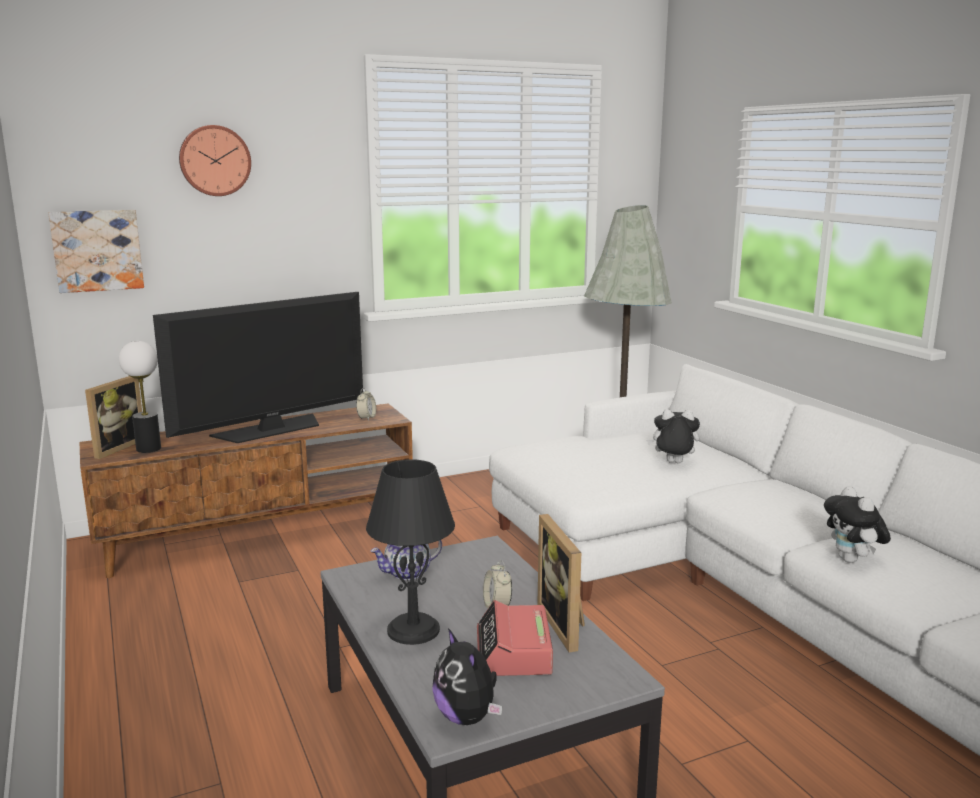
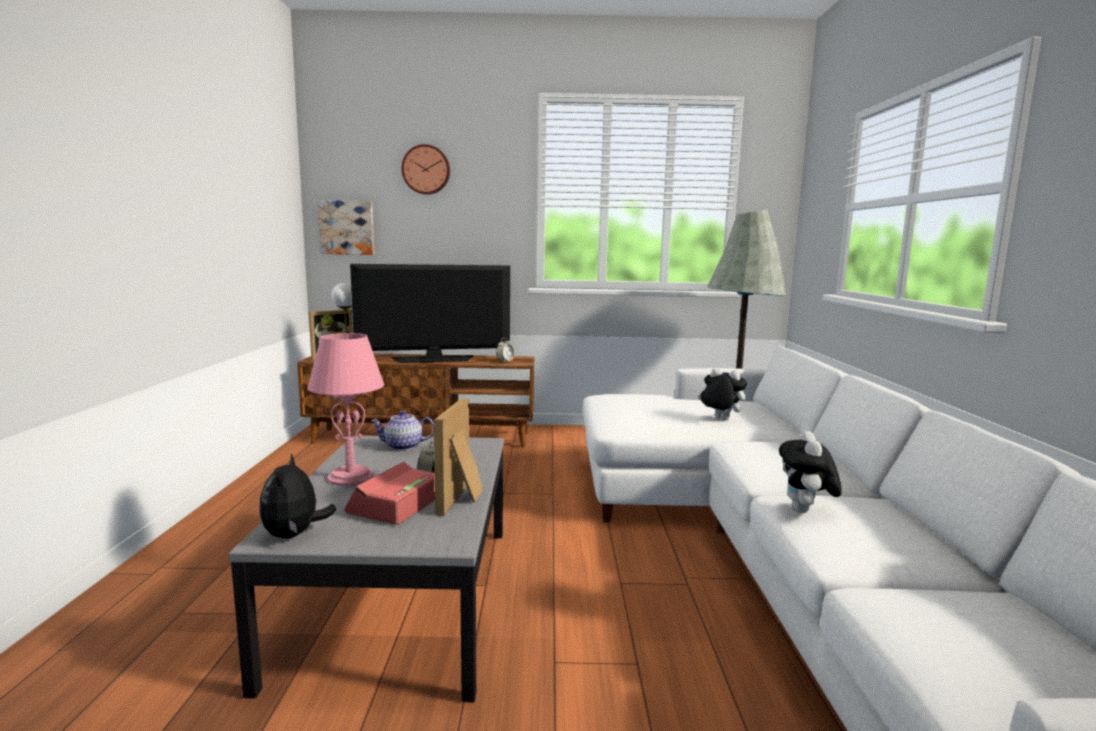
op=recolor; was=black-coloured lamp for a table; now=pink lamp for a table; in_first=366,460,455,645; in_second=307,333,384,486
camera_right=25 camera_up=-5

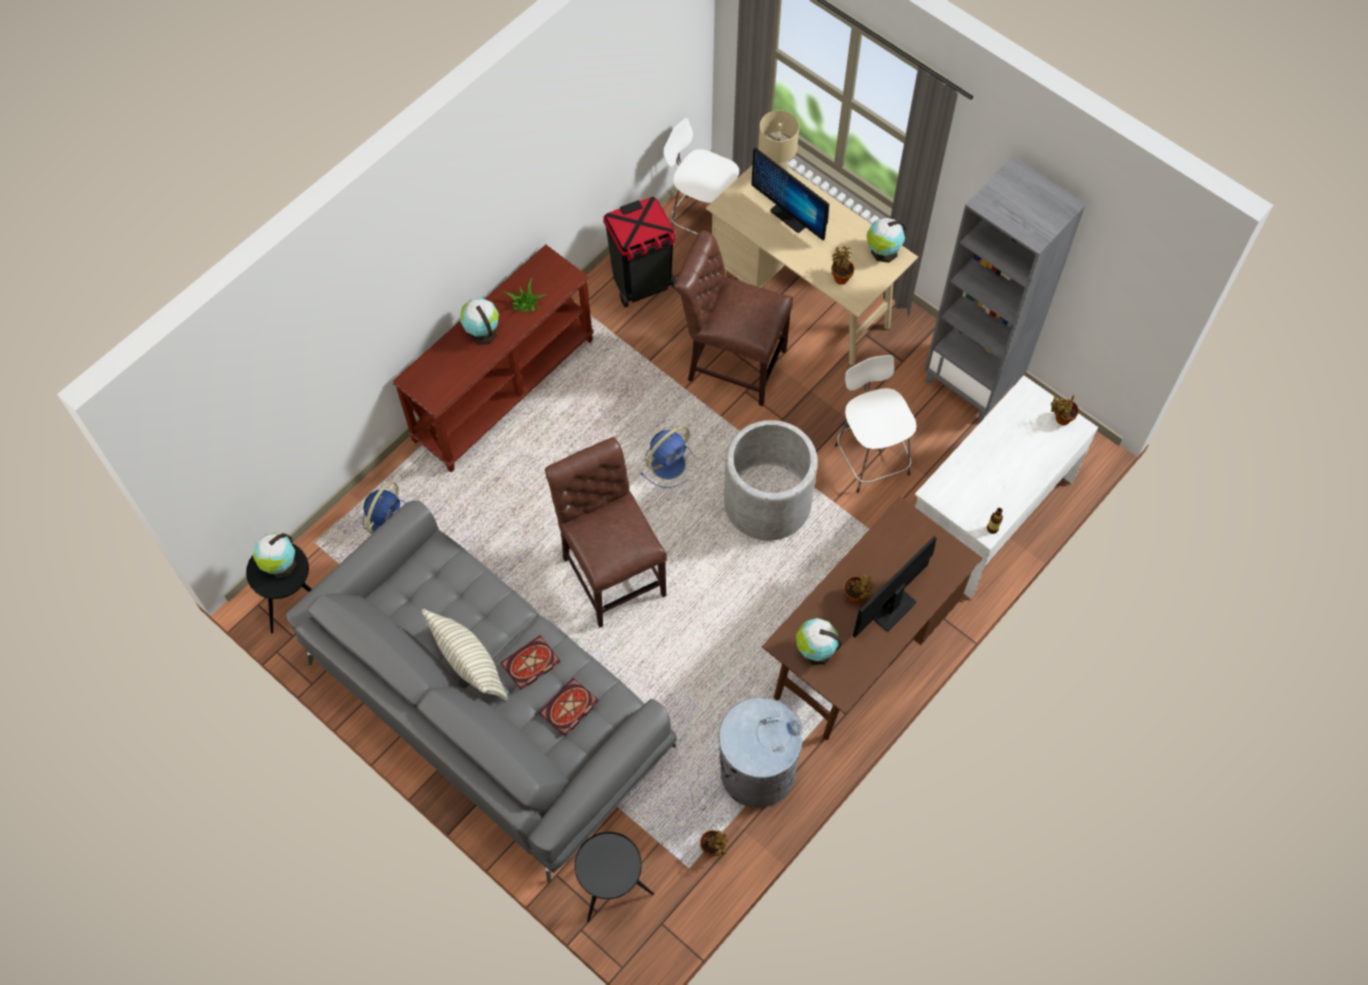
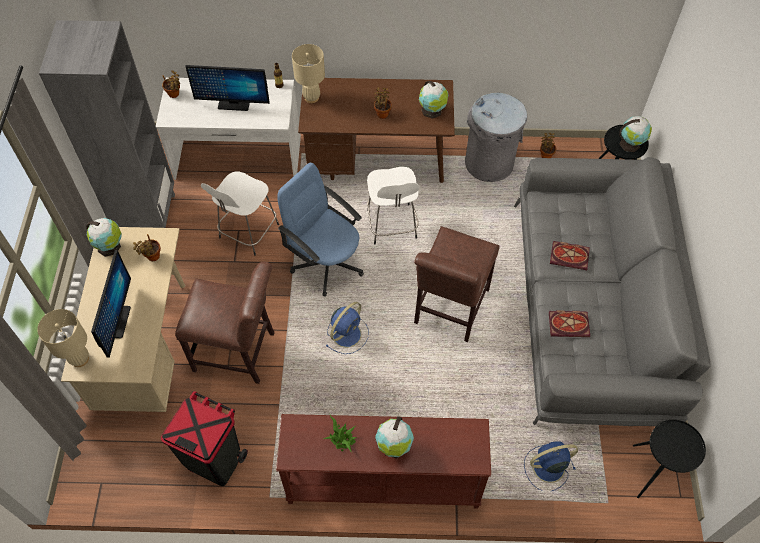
op=move; was=white stool seat; in_first=663,118,739,235; in_second=367,167,419,244
op=rotate; was=brown-coloured chair; in_first=674,230,793,406; in_second=175,262,275,384; clockwise=-60
op=replace; was=grey planter; now=blue-coloured desk chair; in_first=724,420,818,541; in_second=277,163,364,297
op=rotate; was=blue-coloured fan; in_first=640,426,694,488; in_second=325,302,369,354; clockwise=120
op=move; was=world globe; in_first=253,533,297,577; in_second=619,116,652,152
op=move; was=computer display; in_first=853,536,936,638; in_second=185,65,270,111
op=delete; was=pillow; in_first=422,609,508,701
op=move; was=bound book; in_first=539,678,598,736; in_second=549,310,590,337
op=insert; now=beige-coloured lamp for a table; in_second=292,44,325,103
camera_right=-130 camera_up=-5

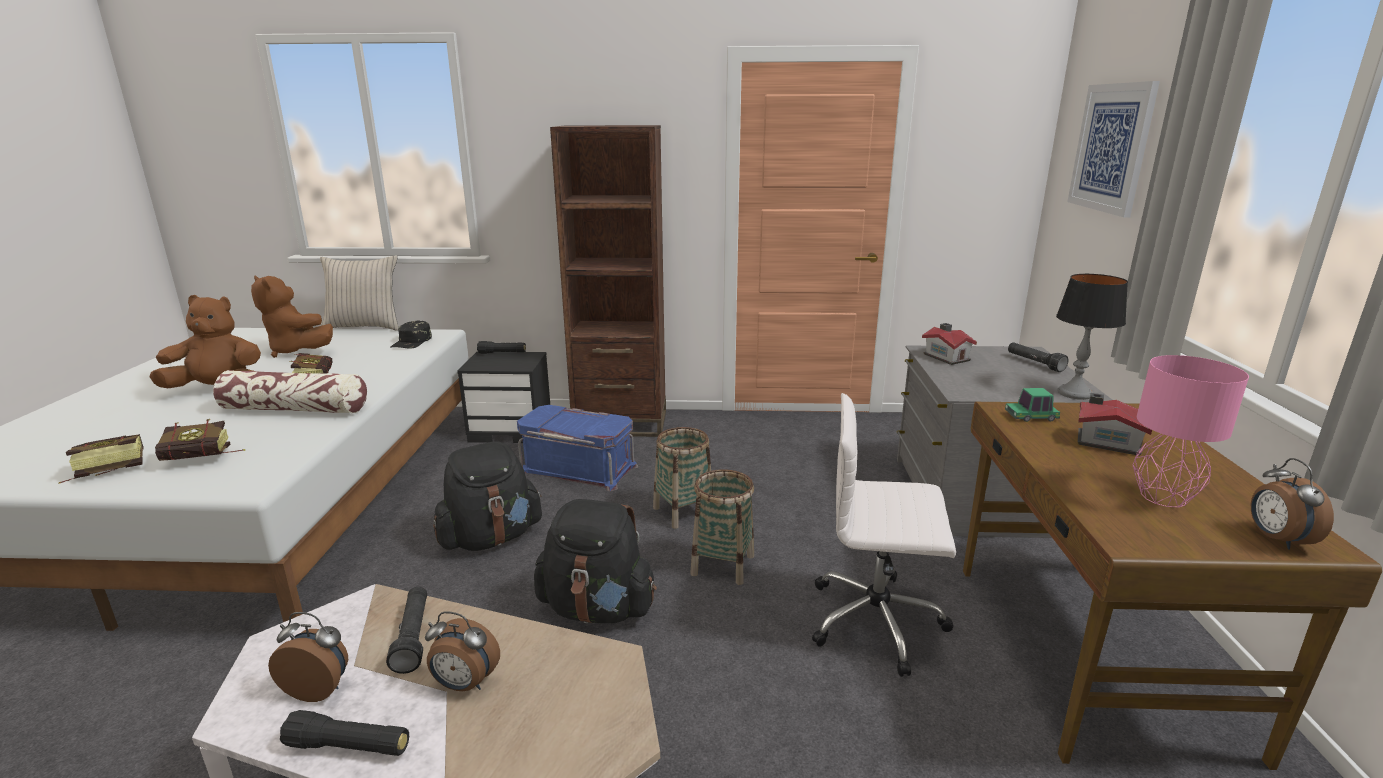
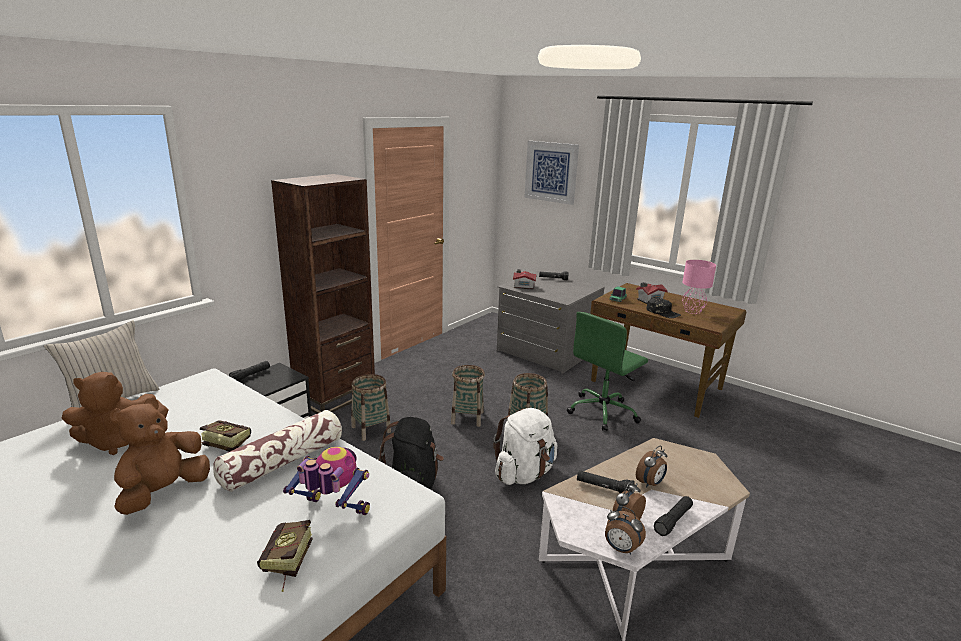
op=delete; was=lamp for a table; in_first=1056,274,1128,400
op=move; was=black-coloured baseball cap; in_first=390,320,432,349; in_second=646,297,681,318
op=recolor; was=white desk chair; now=green-coloured desk chair; in_first=812,393,956,677; in_second=567,312,648,431
op=replace; was=blue-coloured storage container; now=storage basket; in_first=517,405,638,491; in_second=351,374,391,441
op=replace; was=bound book; now=robot figure; in_first=155,419,246,461; in_second=283,447,370,515
op=move; was=bedside clock; in_first=1251,458,1334,550; in_second=605,506,646,555
op=recolor; was=black-coloured backpack; now=white backpack; in_first=534,499,657,623; in_second=493,408,557,485
camera_right=-55 camera_up=0

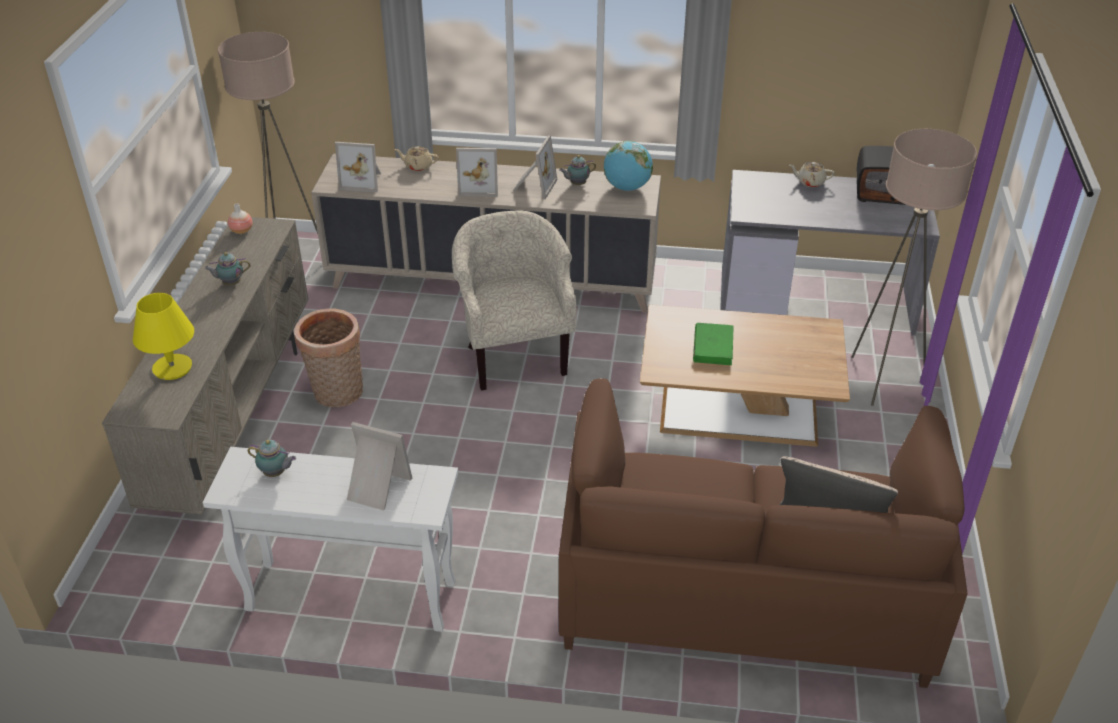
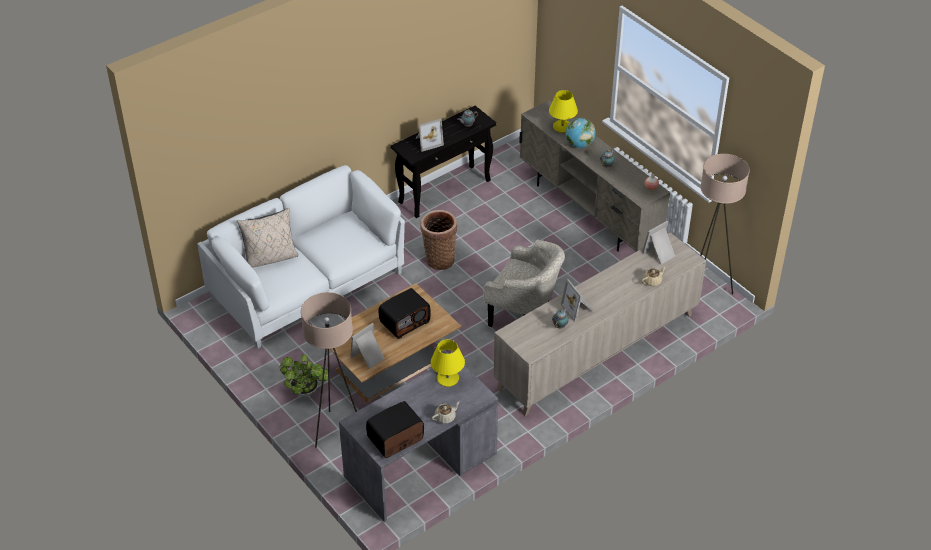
op=move; was=world globe; in_first=604,141,653,191; in_second=566,118,596,148
op=move; was=picture frame; in_first=456,148,498,197; in_second=350,323,385,369
op=move; was=storage basket; in_first=294,308,363,407; in_second=420,210,457,270
op=replace; was=green-coloured bound book; now=radio; in_first=693,323,733,365; in_second=379,288,431,339
op=recolor; was=brown-coloured couch; now=white couch; in_first=559,378,968,688; in_second=197,165,405,348
op=recolor; was=white console table; now=black-coloured console table; in_first=203,447,458,632; in_second=391,106,497,218
op=insert; now=yellowish lamp for a table; in_second=430,339,465,387
op=insert; now=houseplant; in_second=279,355,328,396
camera_right=135 camera_up=5

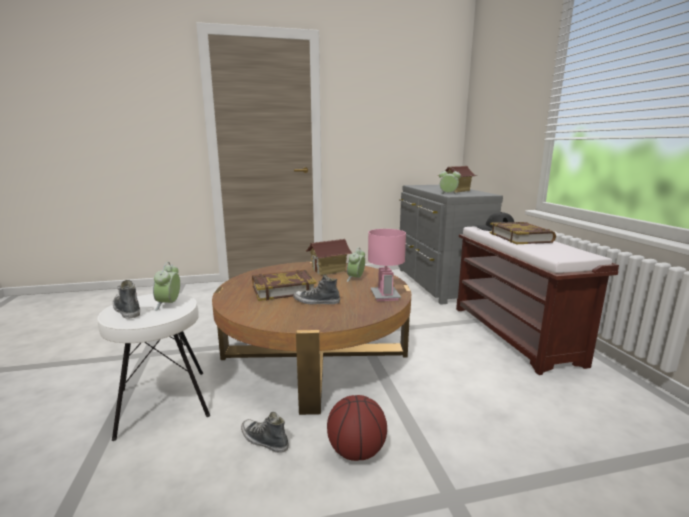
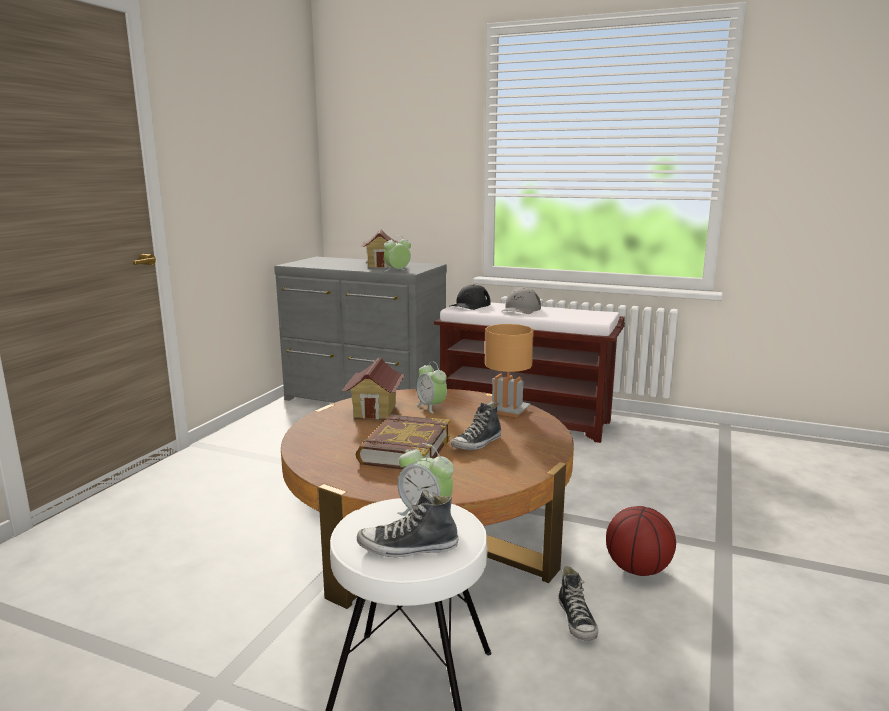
op=replace; was=bound book; now=grey baseball cap; in_first=489,222,556,244; in_second=502,288,541,314
op=recolor; was=pink lamp for a table; now=brown-coloured lamp for a table; in_first=368,229,406,301; in_second=485,324,534,418
op=rotate; was=shoe; in_first=241,412,289,453; in_second=558,566,598,641; clockwise=-75
camera_right=-55 camera_up=0

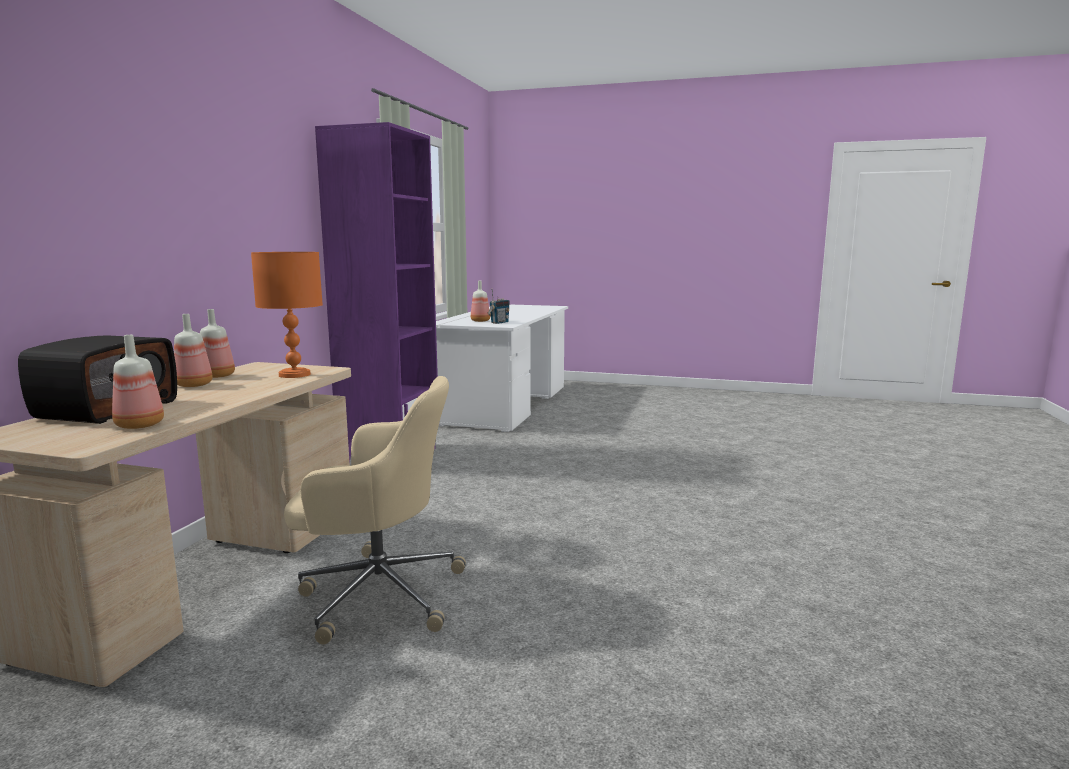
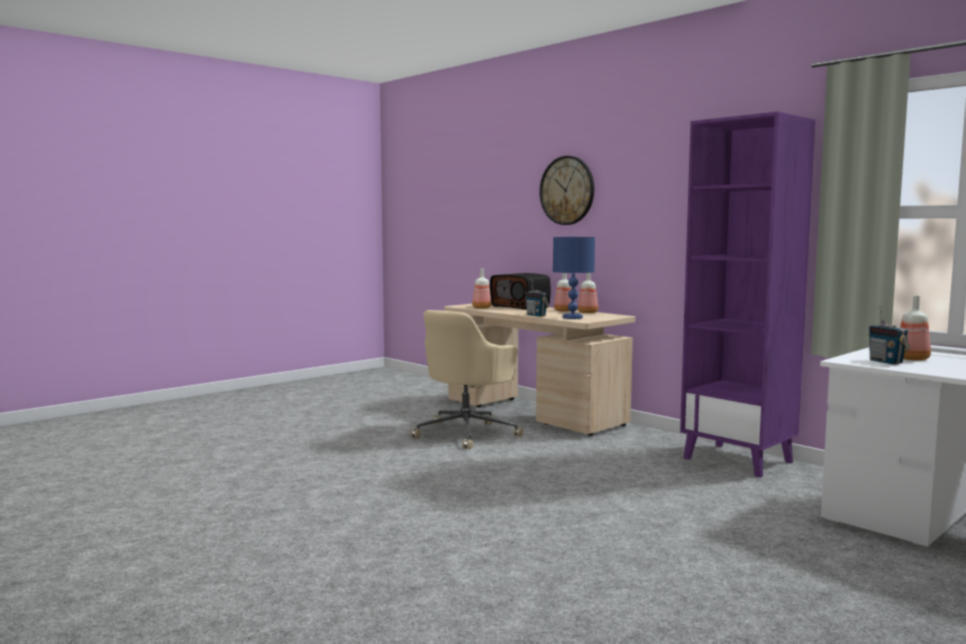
op=recolor; was=orange lamp for a table; now=blue-coloured lamp for a table; in_first=251,252,323,378; in_second=553,237,595,319
op=insert; now=hanging clock; in_second=540,156,594,225
op=insert; now=radio; in_second=526,279,549,317
camera_right=120 camera_up=-5

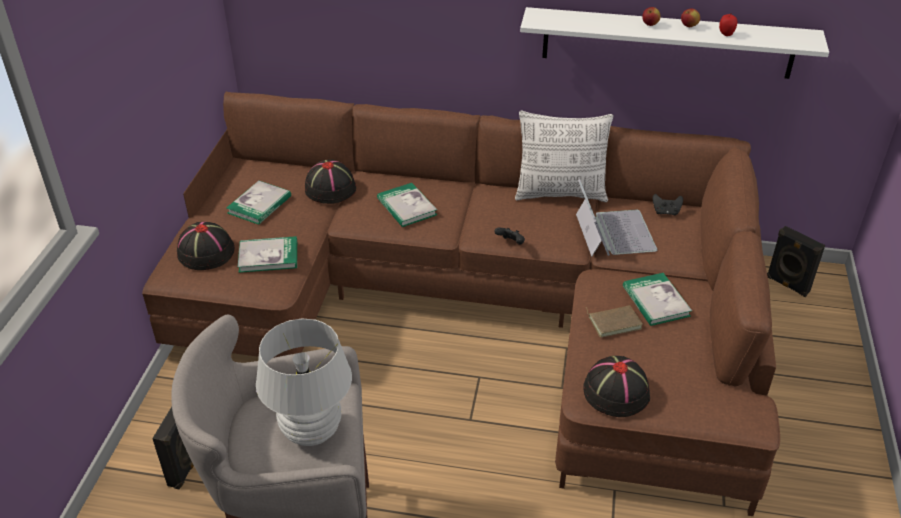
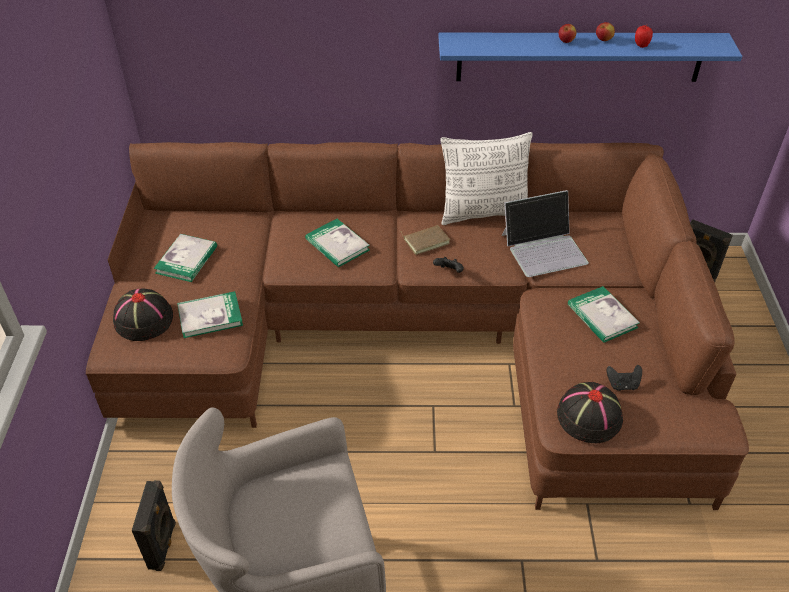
op=recolor; was=white bracket shelf; now=blue-coloured bracket shelf; in_first=520,7,829,79; in_second=438,33,742,82
op=delete; was=black-coloured clothing hat; in_first=305,159,356,204
op=rotate; was=notebook computer; in_first=576,179,658,257; in_second=502,190,589,277; clockwise=90
op=move; was=black-coloured gamepad; in_first=652,194,683,216; in_second=607,365,642,391
op=move; was=brown-coloured bound book; in_first=585,305,643,337; in_second=401,225,450,255
op=delete; was=white lamp for a table; in_first=256,318,352,446
camera_right=-10 camera_up=5

